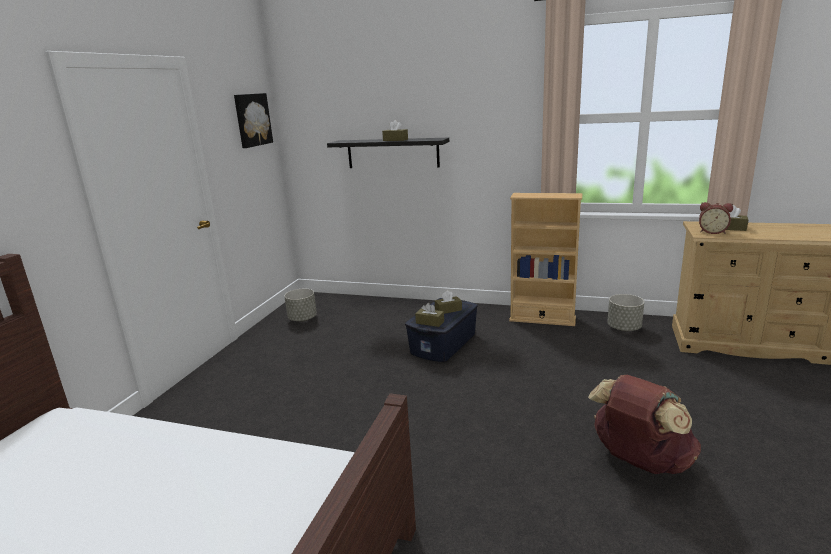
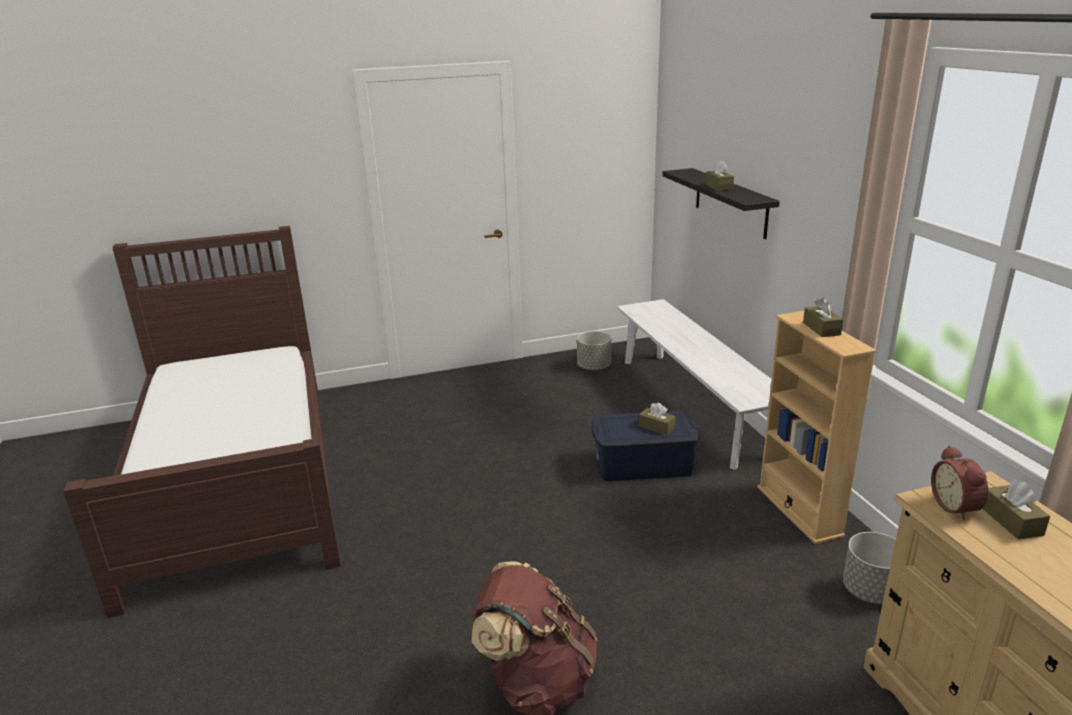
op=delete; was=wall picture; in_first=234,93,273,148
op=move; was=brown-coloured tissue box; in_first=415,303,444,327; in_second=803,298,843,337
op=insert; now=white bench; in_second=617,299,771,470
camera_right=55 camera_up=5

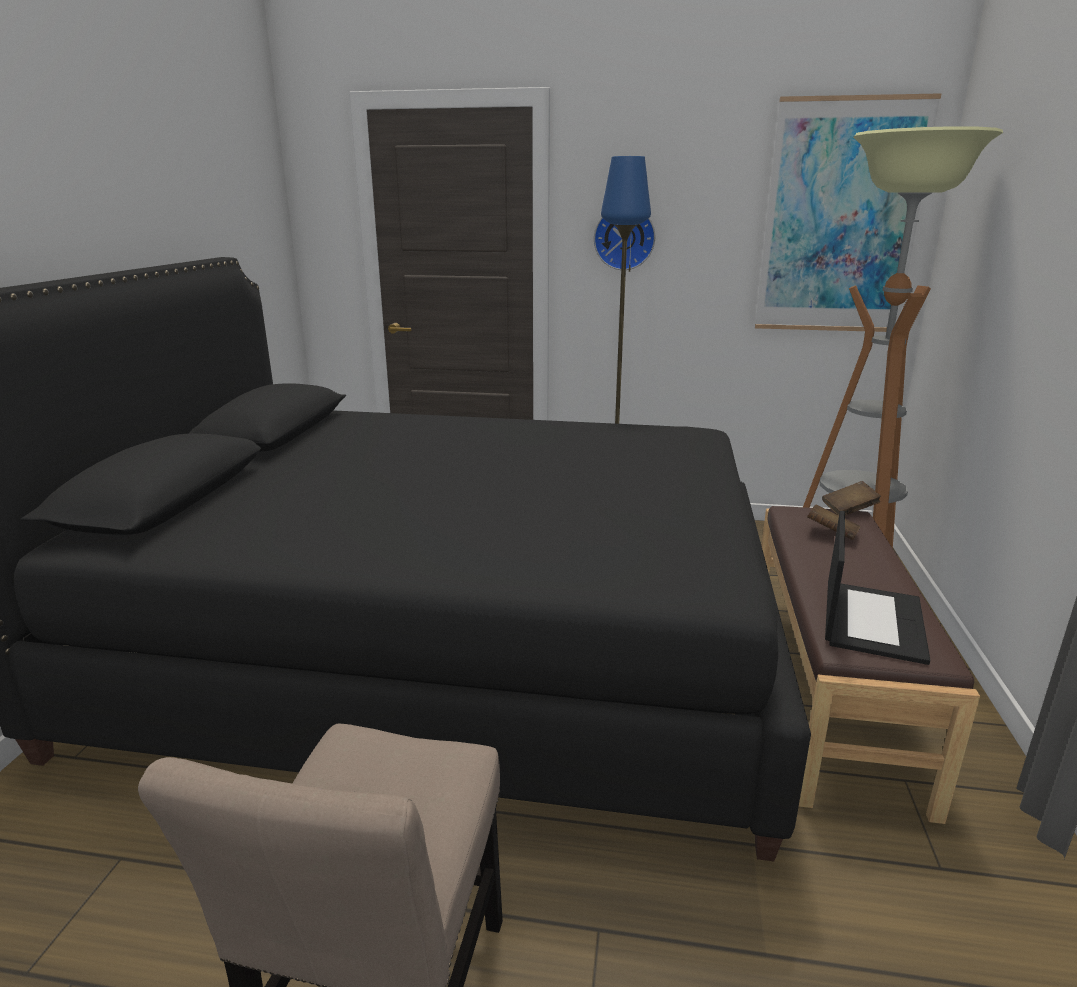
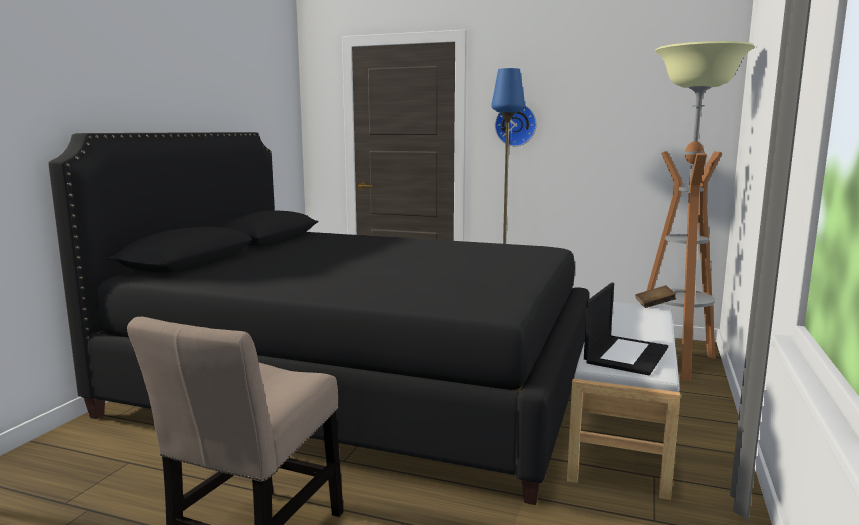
op=delete; was=wall picture; in_first=755,93,942,332
op=delete; was=brown-coloured bound book; in_first=807,504,861,540
op=recolor; was=brown-coloured bench; now=white bench; in_first=761,506,980,824; in_second=567,302,680,500
camera_right=10 camera_up=-10

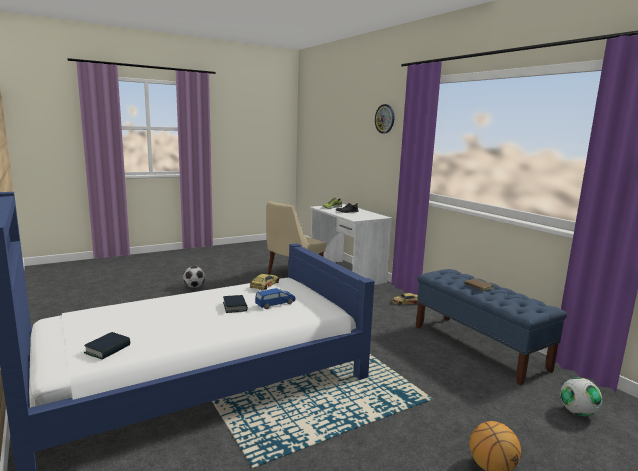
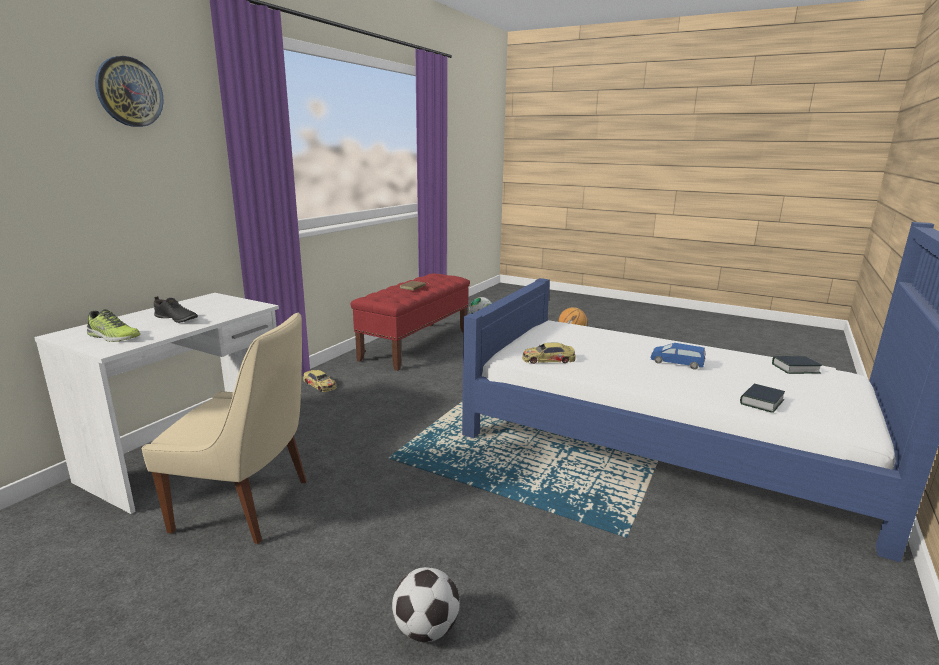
op=recolor; was=blue-coloured bench; now=red-coloured bench; in_first=416,269,567,385; in_second=351,273,470,371
op=move; was=blue-coloured model car; in_first=255,288,296,309; in_second=651,343,705,370
op=move; was=bound book; in_first=223,295,248,313; in_second=740,384,785,413
camera_right=-120 camera_up=5

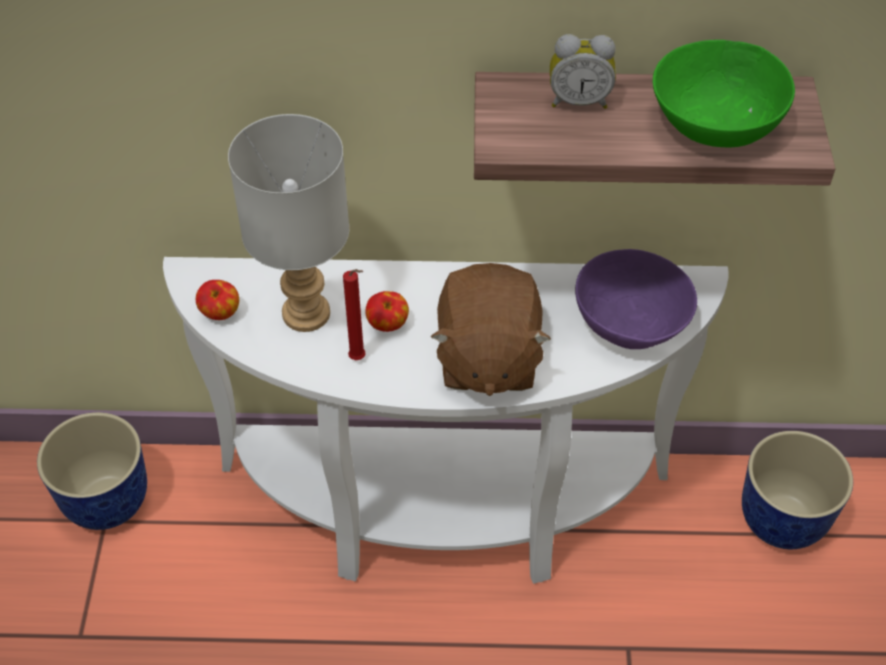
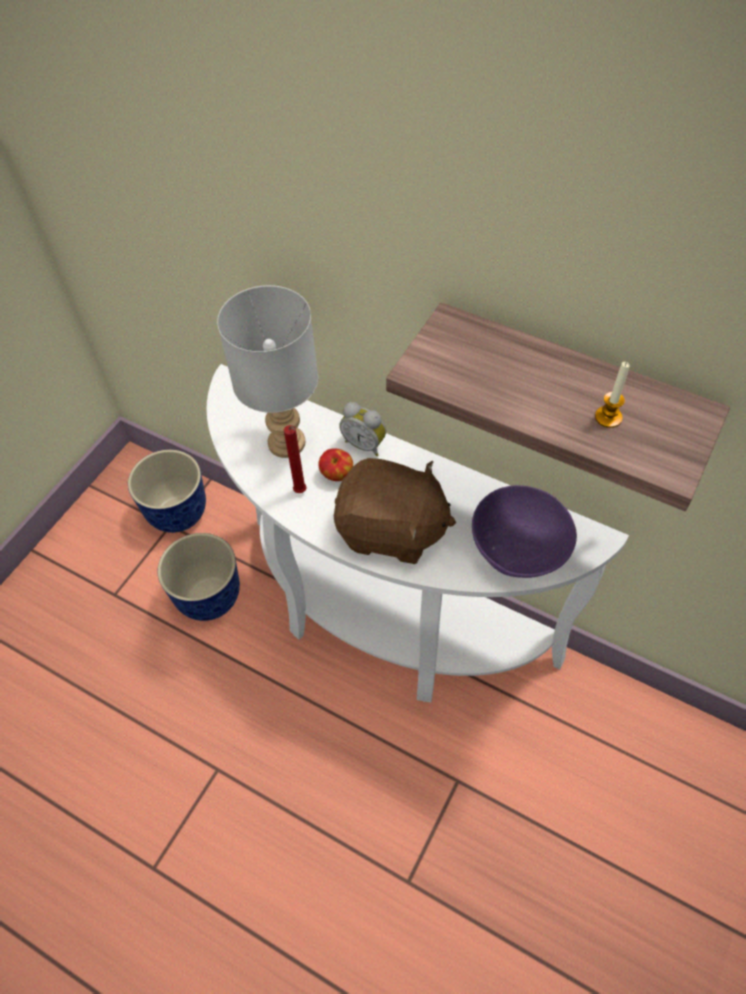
op=move; was=bedside clock; in_first=550,34,616,109; in_second=339,402,386,456
op=replace; was=green-coloured serving bowl; now=candle; in_first=653,40,795,147; in_second=595,362,630,428
op=rotate; was=brown-coloured plush toy; in_first=431,263,551,396; in_second=334,458,456,564; clockwise=-105
op=delete; was=apple; in_first=196,280,239,320
op=move; was=planter; in_first=742,431,853,549; in_second=157,533,240,621
camera_right=30 camera_up=5

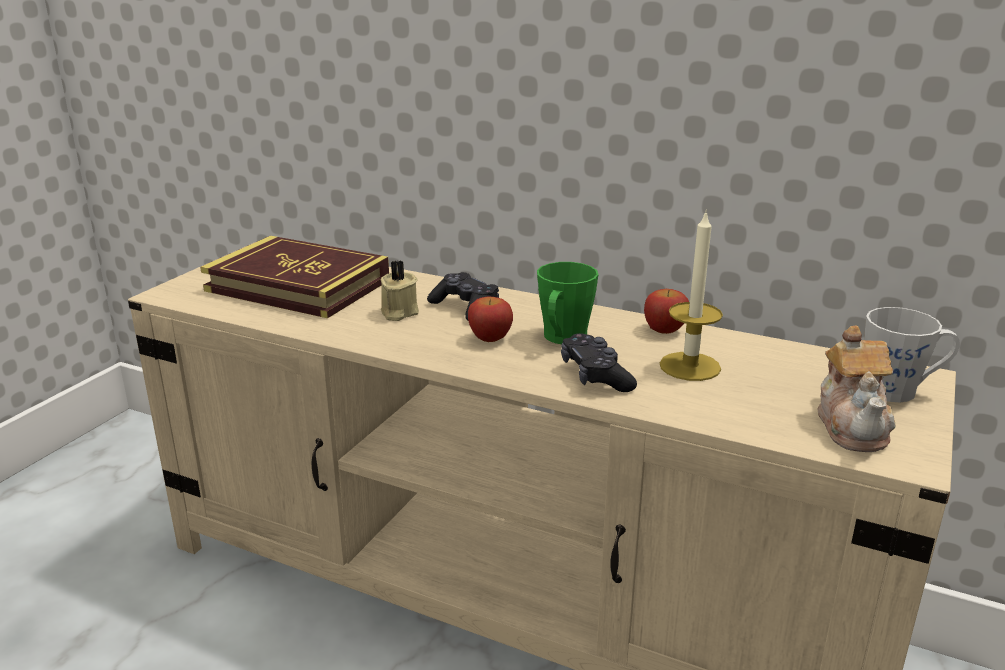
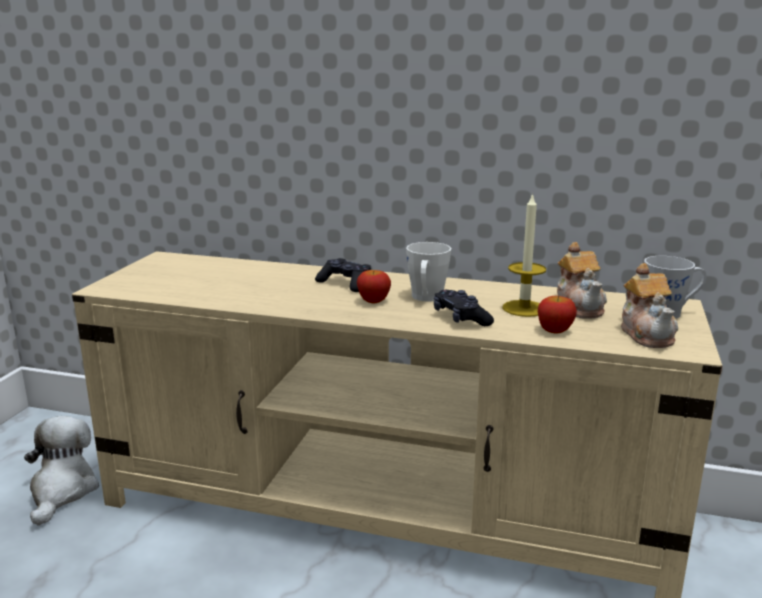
op=delete; was=bound book; in_first=200,236,389,318
op=delete; was=beige-coloured candle; in_first=381,261,419,321
op=recolor; was=green-coloured tea mug; now=white tea mug; in_first=537,262,598,344; in_second=406,242,451,302
op=move; was=apple; in_first=644,289,689,334; in_second=538,296,577,333
op=insert; now=tea pot; in_second=557,242,607,319
op=insert; now=plush toy; in_second=24,416,99,526
camera_right=-10 camera_up=-5

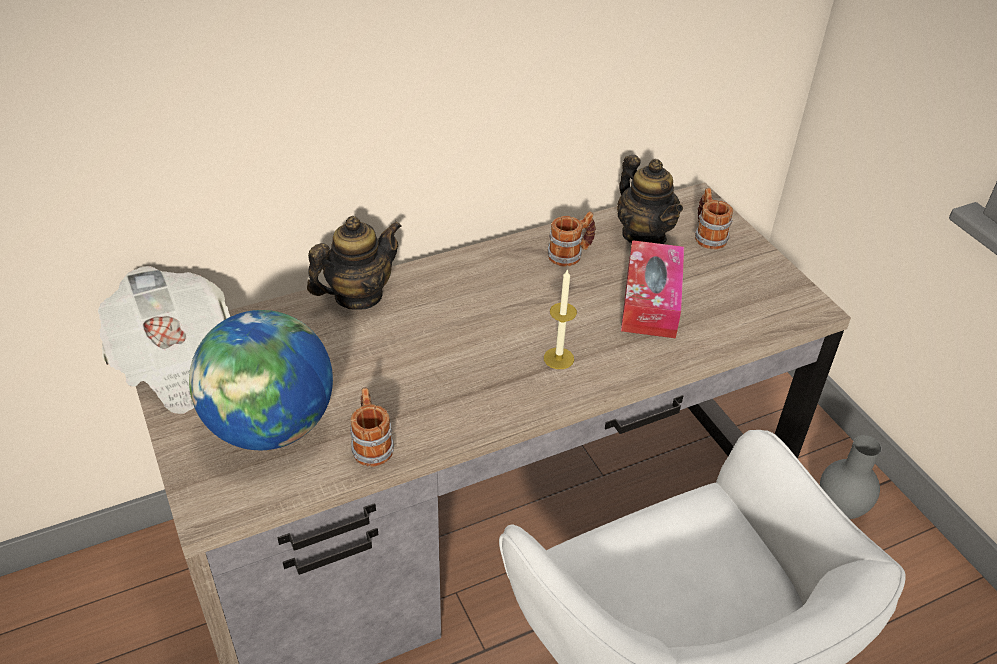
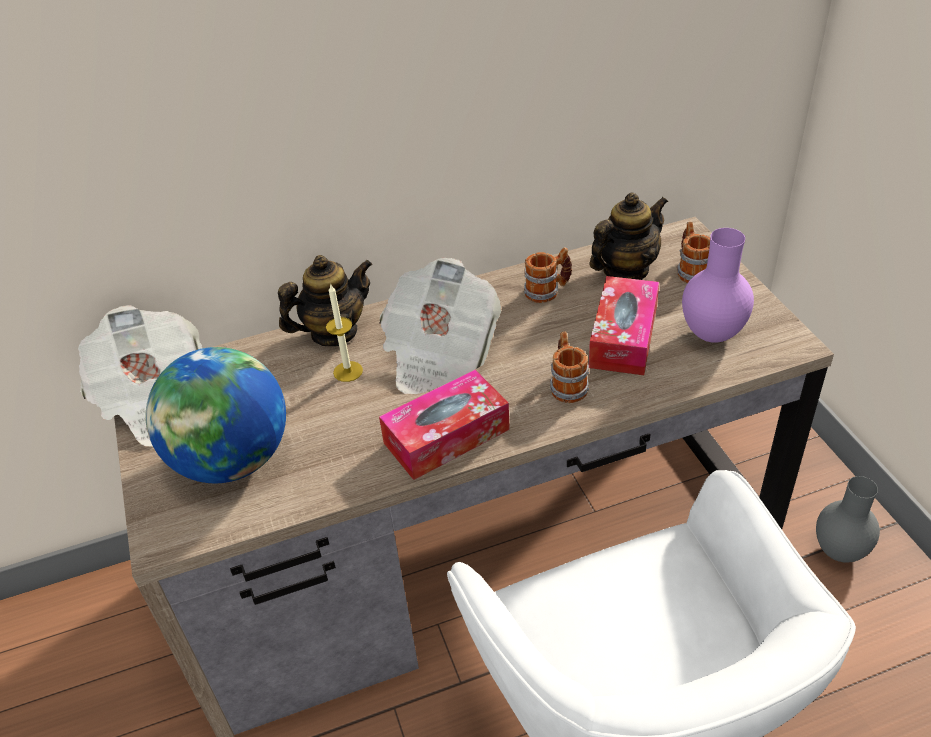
op=rotate; was=tea pot; in_first=617,155,683,244; in_second=589,193,668,280; clockwise=-105
op=move; was=candle; in_first=544,269,577,369; in_second=326,283,363,382
op=move; was=tea mug; in_first=350,387,394,467; in_second=550,332,589,403
op=insert; now=purple-coloured decorative vase; in_second=682,228,754,343
op=insert; now=printed paper; in_second=379,258,501,394
op=insert; now=tissue box; in_second=379,370,510,480
camera_right=10 camera_up=0

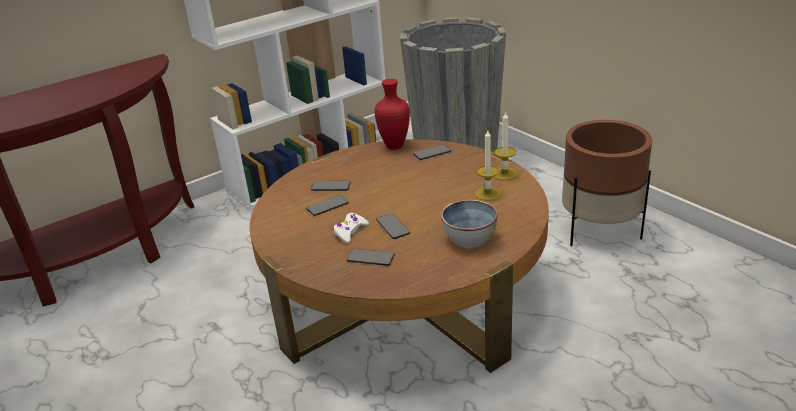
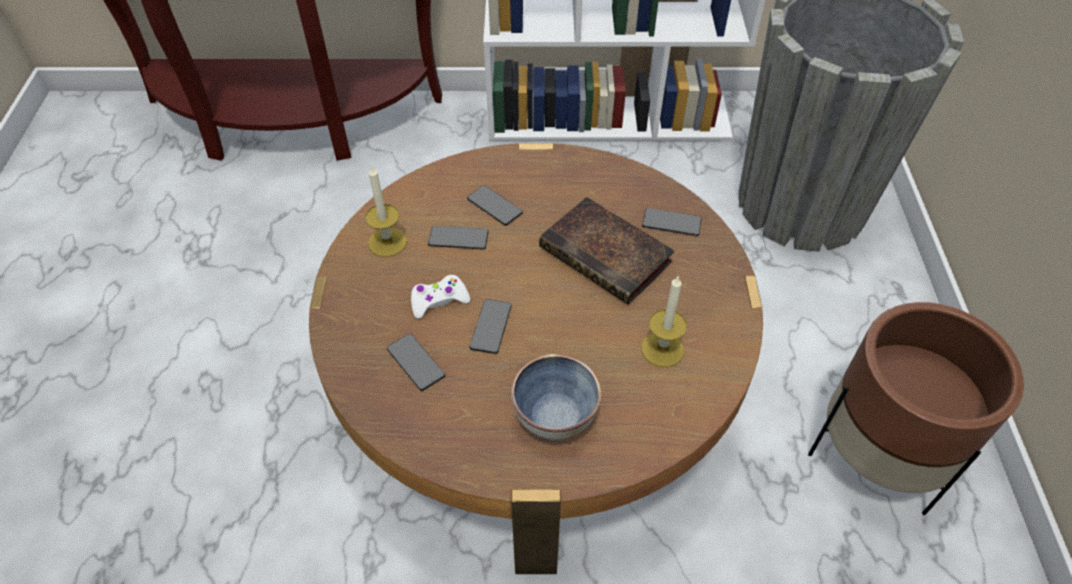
op=delete; was=red-coloured decorative vase; in_first=375,79,410,150
op=move; was=candle; in_first=494,111,518,180; in_second=365,165,407,257
op=insert; now=bound book; in_second=539,197,675,305
camera_right=35 camera_up=20

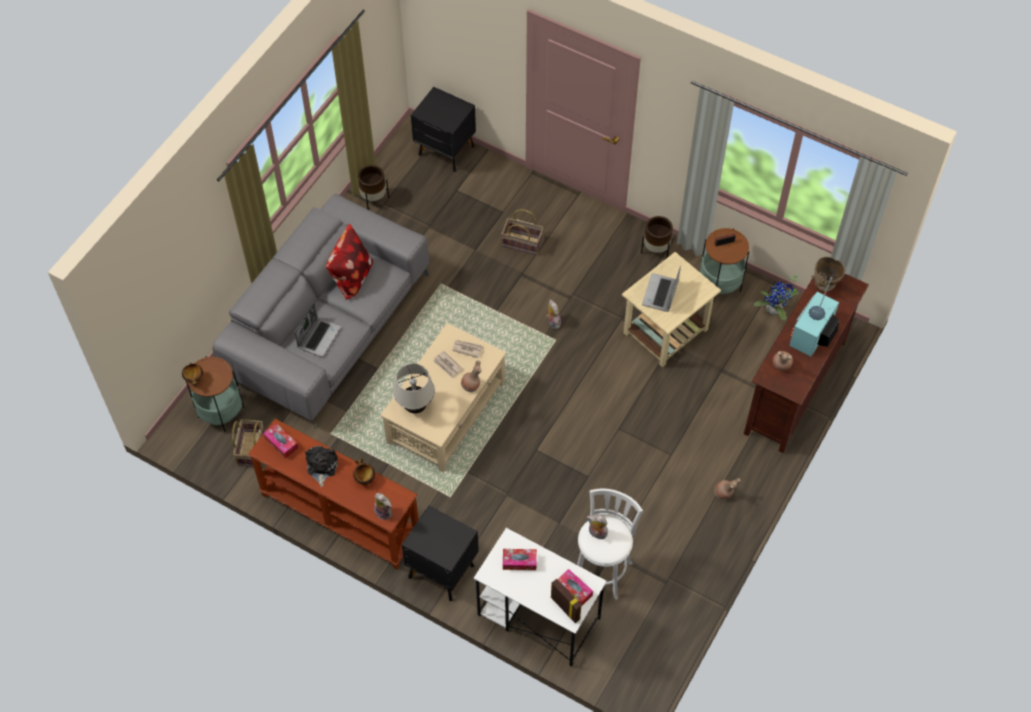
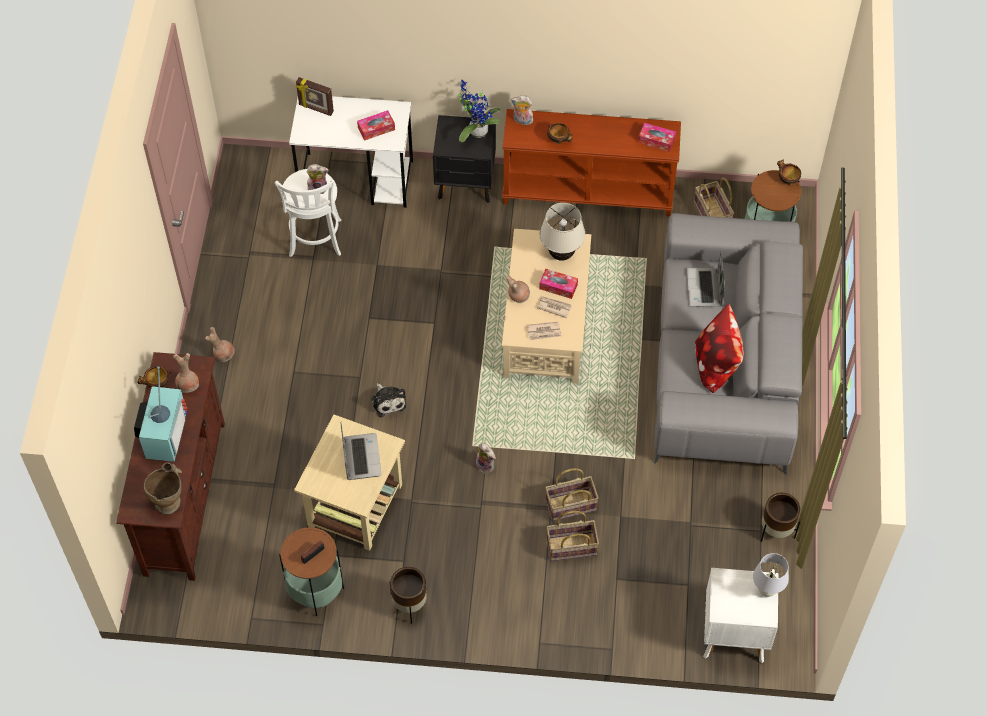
op=recolor; was=black-coloured nightstand; now=white nightstand; in_first=411,87,476,172; in_second=703,568,779,664
op=move; was=houseplant; in_first=754,274,799,320; in_second=459,80,501,142
op=move; was=plush toy; in_first=305,446,338,487; in_second=371,383,407,417
op=move; was=tissue box; in_first=558,569,593,605; in_second=539,269,578,299
op=insert; now=serving bowl; in_second=137,366,171,388
op=insert; now=storage basket; in_second=545,468,599,521
op=insert; now=white lamp for a table; in_second=753,553,789,597
camera_right=155 camera_up=0

